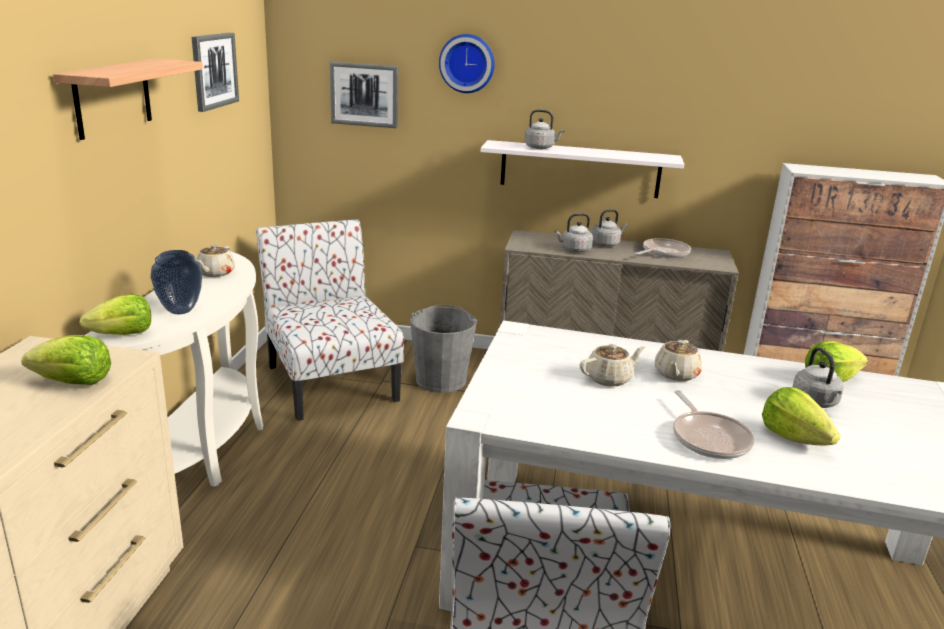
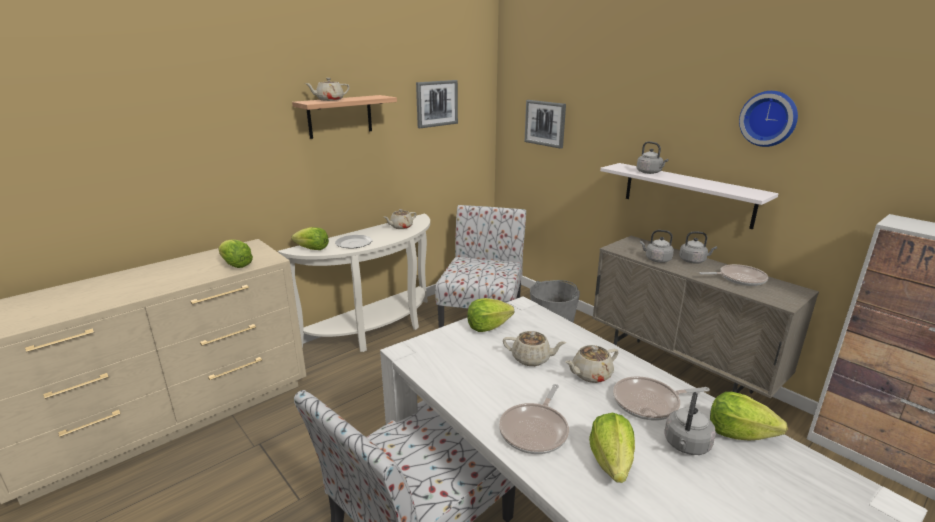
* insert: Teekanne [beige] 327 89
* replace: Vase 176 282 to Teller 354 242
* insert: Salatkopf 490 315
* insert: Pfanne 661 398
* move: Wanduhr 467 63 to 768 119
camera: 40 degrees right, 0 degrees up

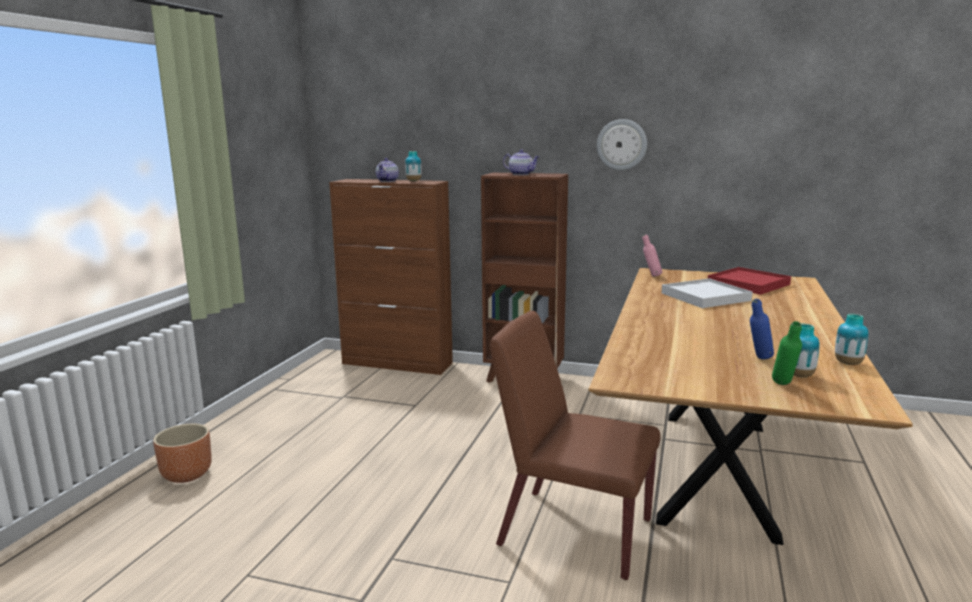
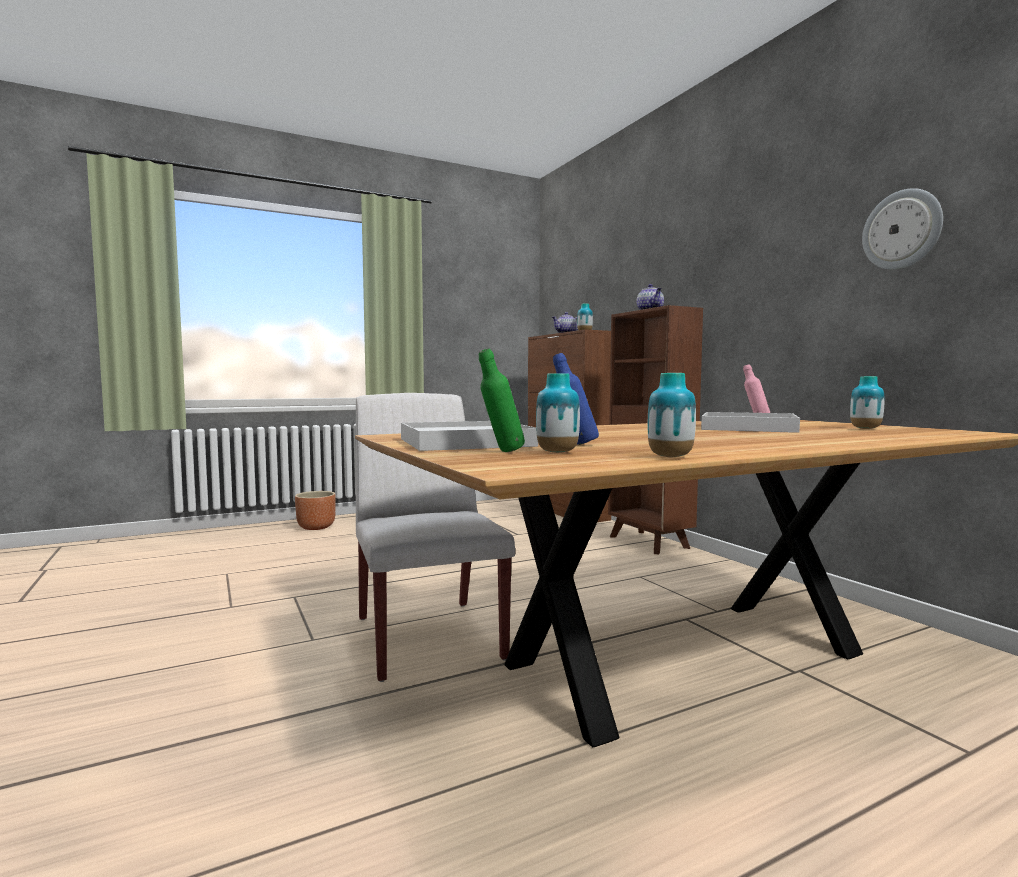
* recolor: Stuhl [braun] 575 445 to Stuhl [weiß] 435 537
* insert: Tablett [weiß] 469 436
* replace: Tablett [rot] 749 281 to Vase 867 402
* move: Wanduhr 622 144 to 902 229
camera: 45 degrees right, 10 degrees down

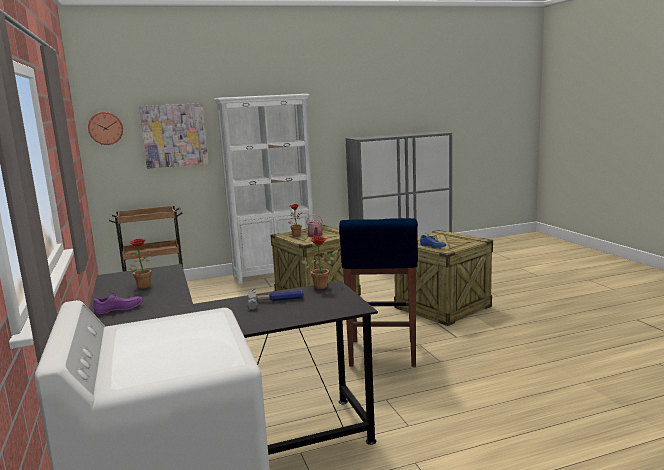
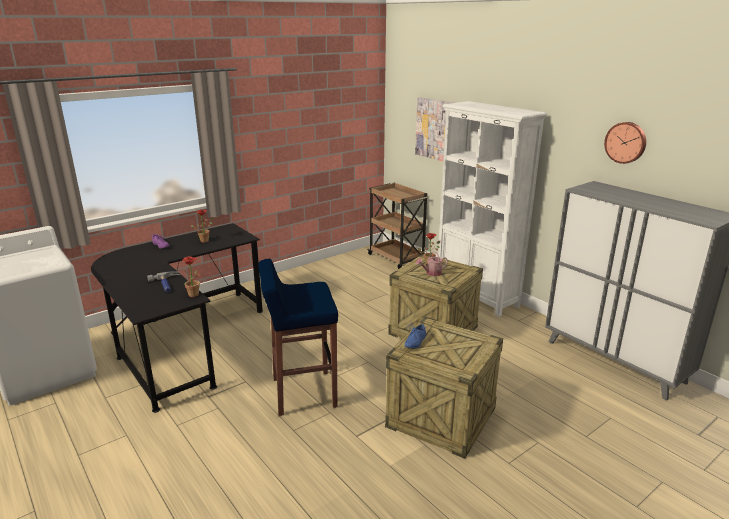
* move: Wanduhr 105 128 to 625 143
camera: 70 degrees right, 10 degrees up

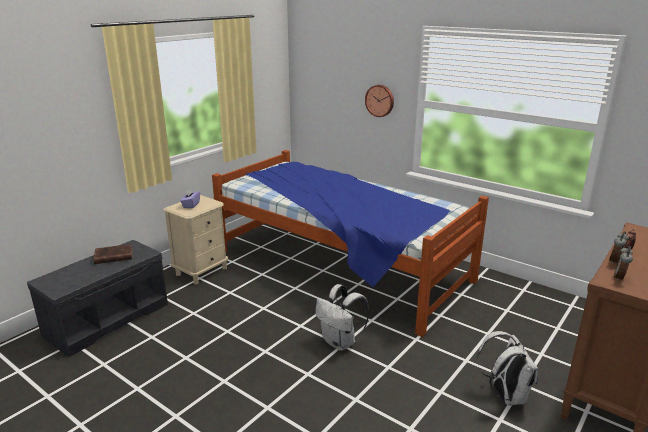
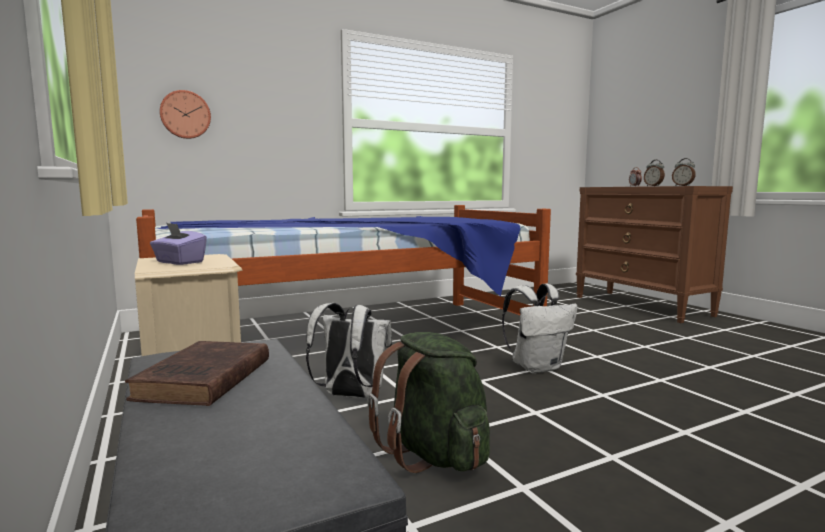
* move: Wanduhr 379 101 to 185 114
* move: Rucksack [weiß] 508 368 to 349 350
* insert: Rucksack [grün] 428 402
camera: 65 degrees left, 15 degrees down

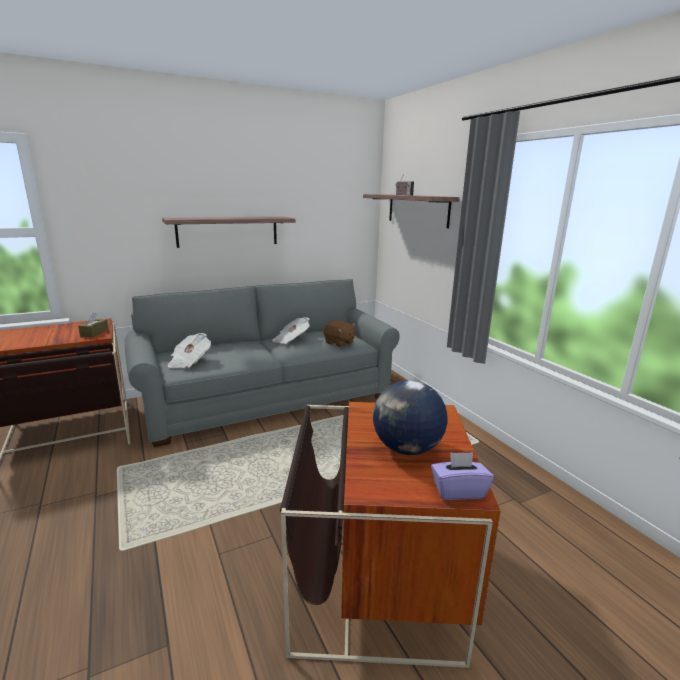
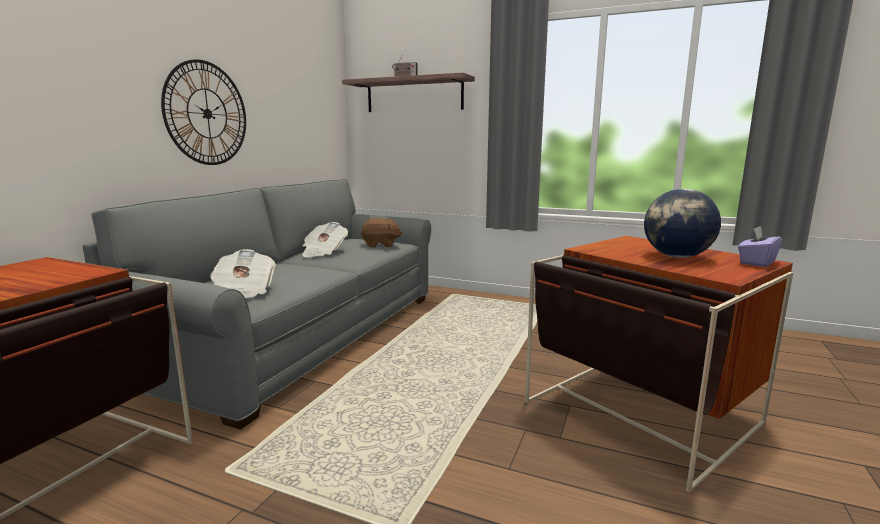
* replace: Wandregal 228 232 to Wanduhr 203 112
* delete: Taschentuchbox [braun] 93 324
camera: 40 degrees left, 5 degrees down

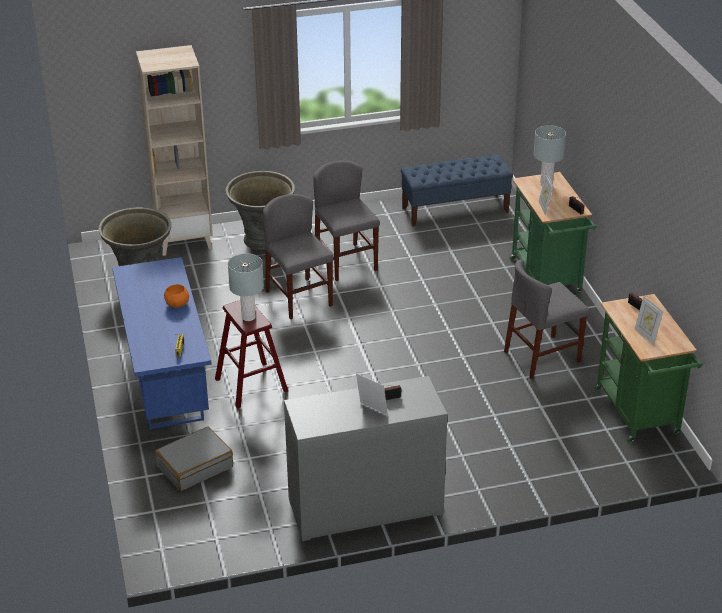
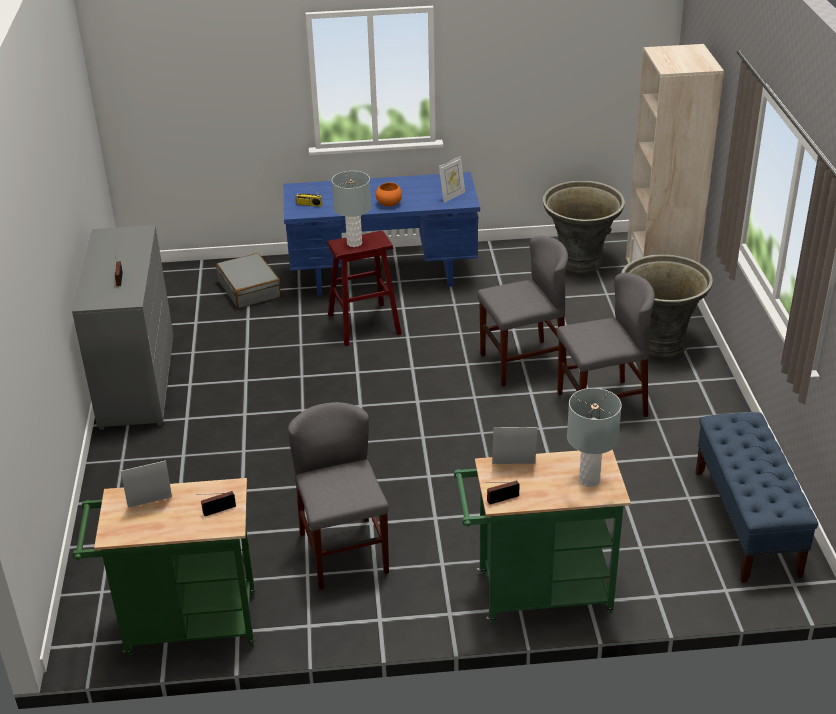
* move: Bilderrahmen 372 394 to 452 179
camera: 100 degrees right, 0 degrees up

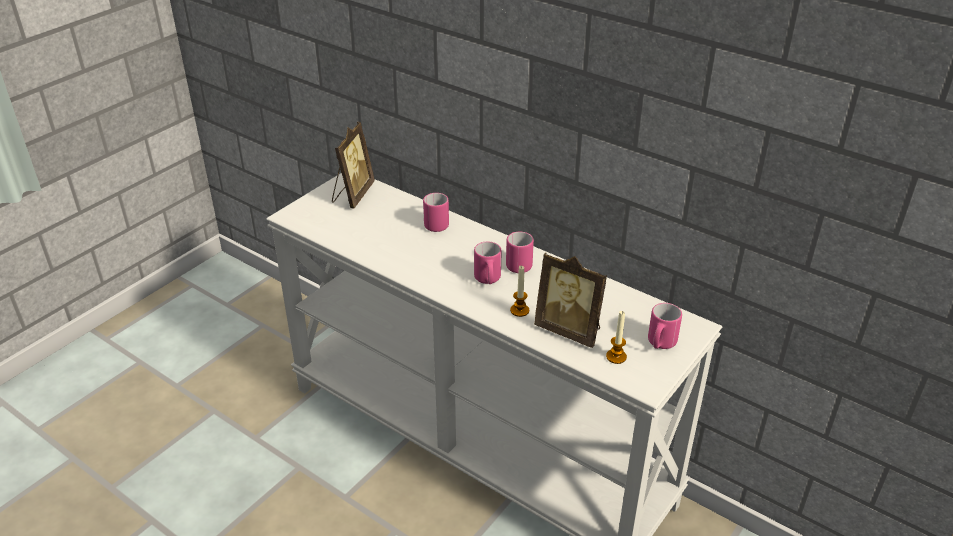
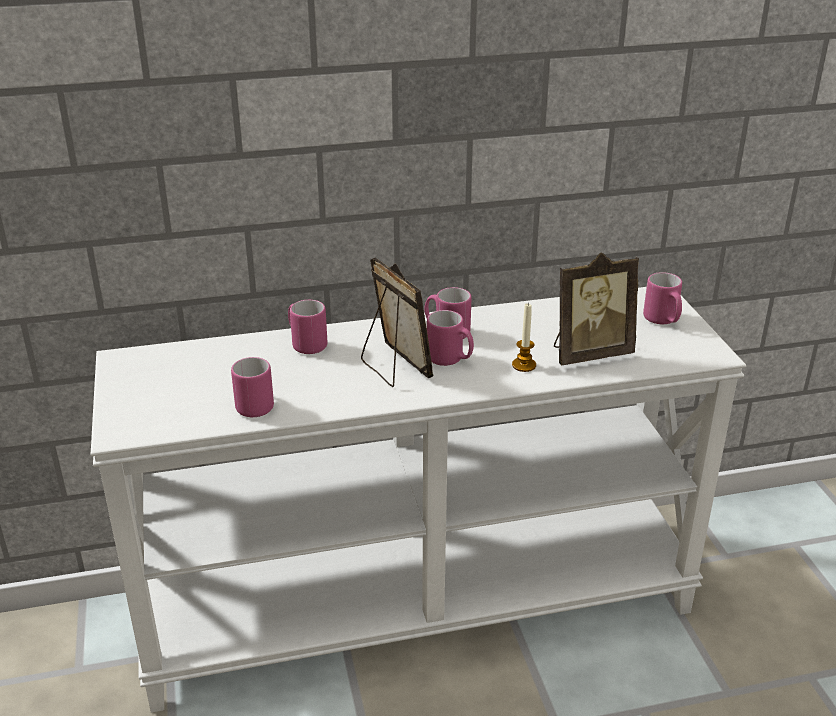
* insert: Henkelbecher [rosa] 252 387
* move: Bilderrahmen 353 165 to 397 322
* delete: Kerze 616 337
camera: 50 degrees left, 5 degrees down

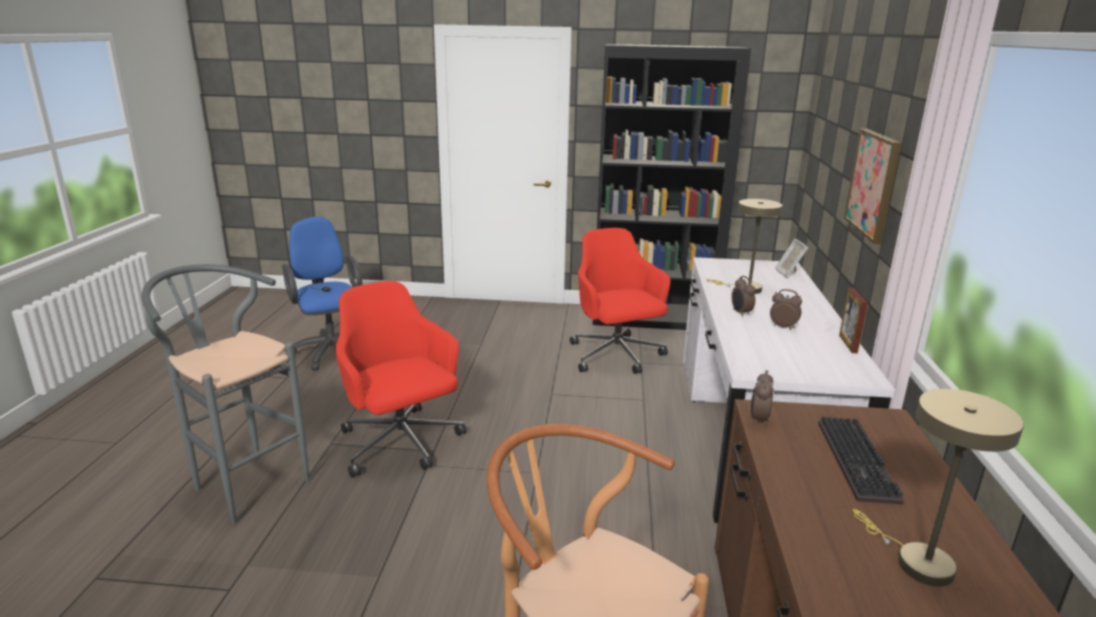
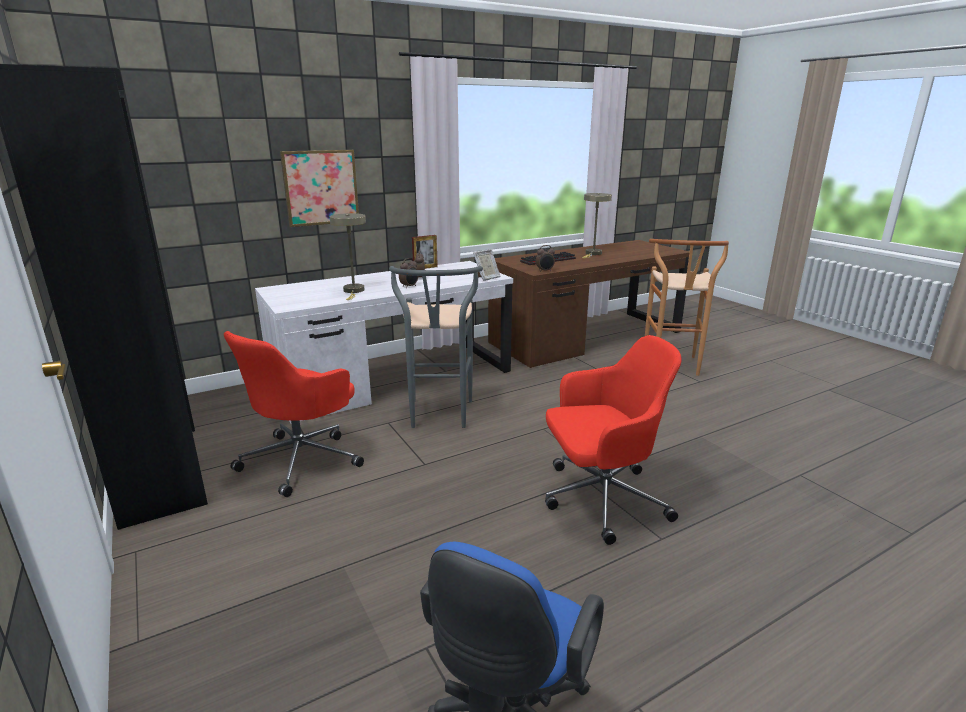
* move: Hocker [grau] 225 394 to 436 347
* move: Bilderrahmen 791 258 to 486 265
* rotate: Bürostuhl [rot] 401 379 = 613 440 120 degrees counterclockwise
camera: 125 degrees left, 0 degrees up

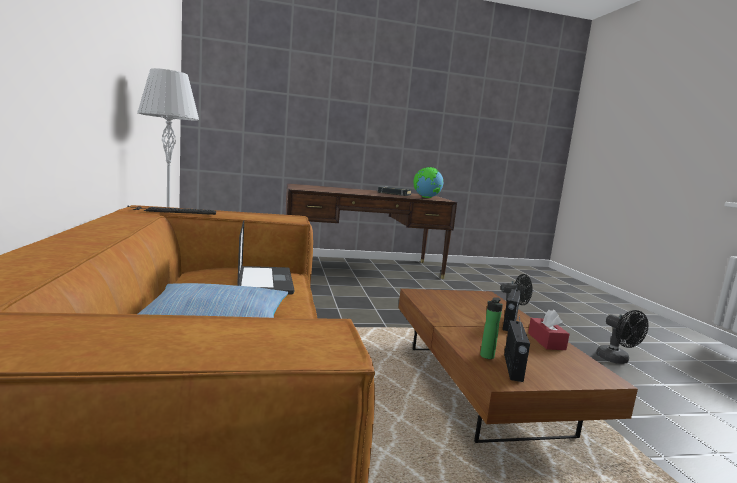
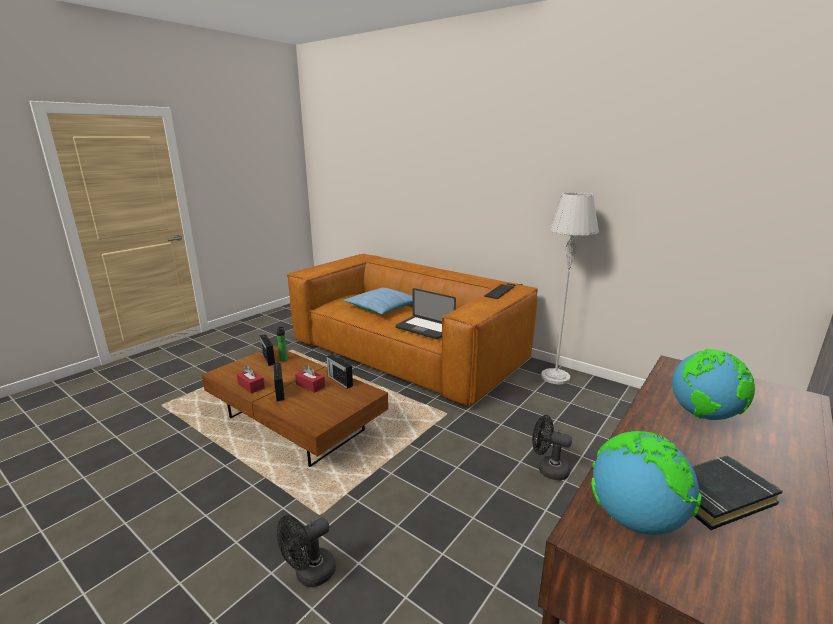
* insert: Taschentuchbox [rot] 310 379
* insert: Radio 339 371
* move: Ventilator [schwarz] 622 337 to 552 448
* insert: Globus 713 384
camera: 140 degrees right, 10 degrees up

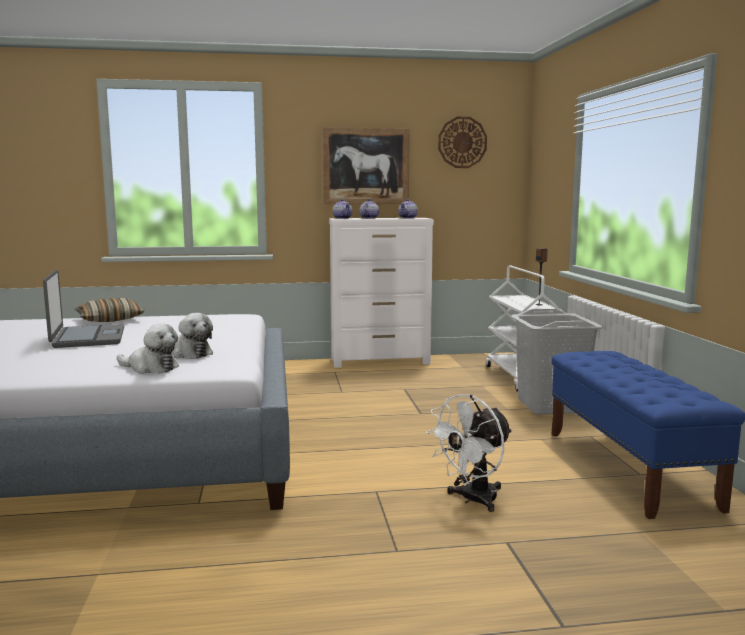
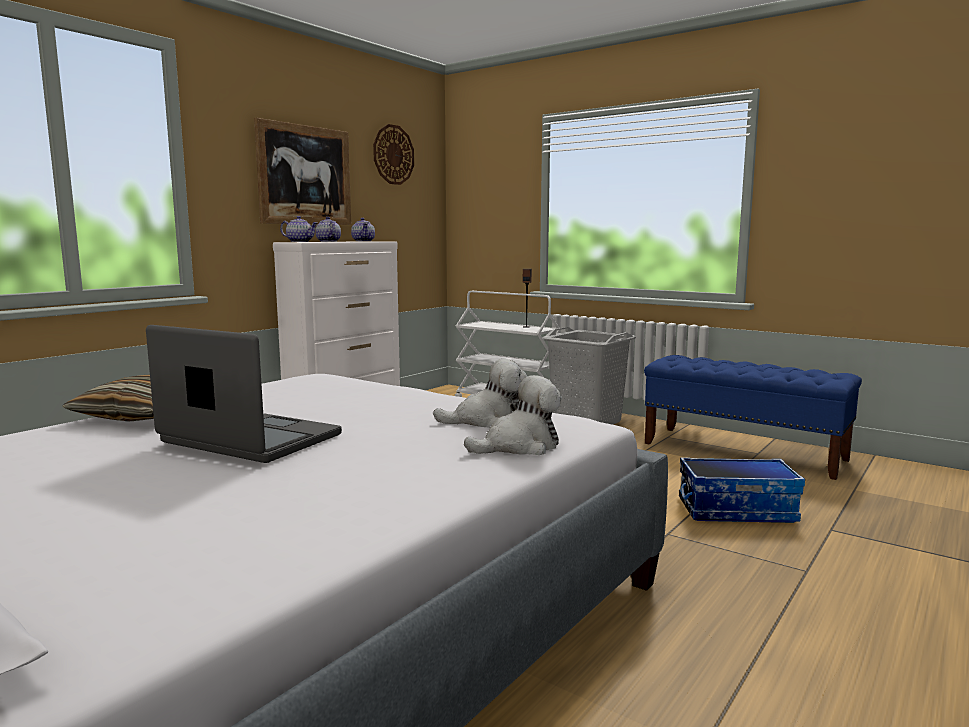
* replace: Ventilator [weiß] 469 453 to Aufbewahrungsbox 742 490
camera: 45 degrees left, 0 degrees up

